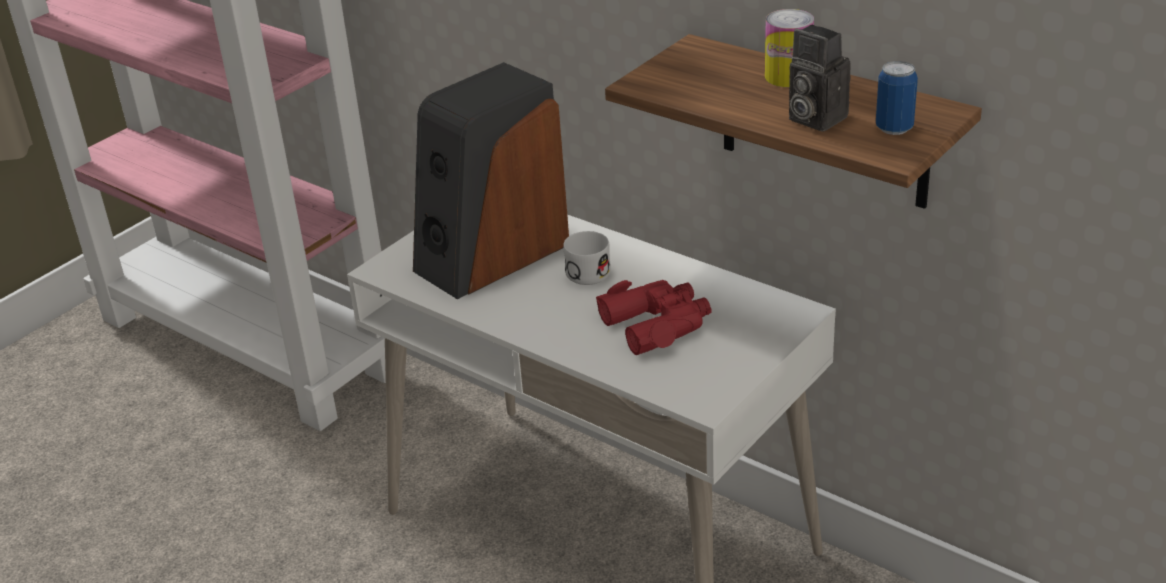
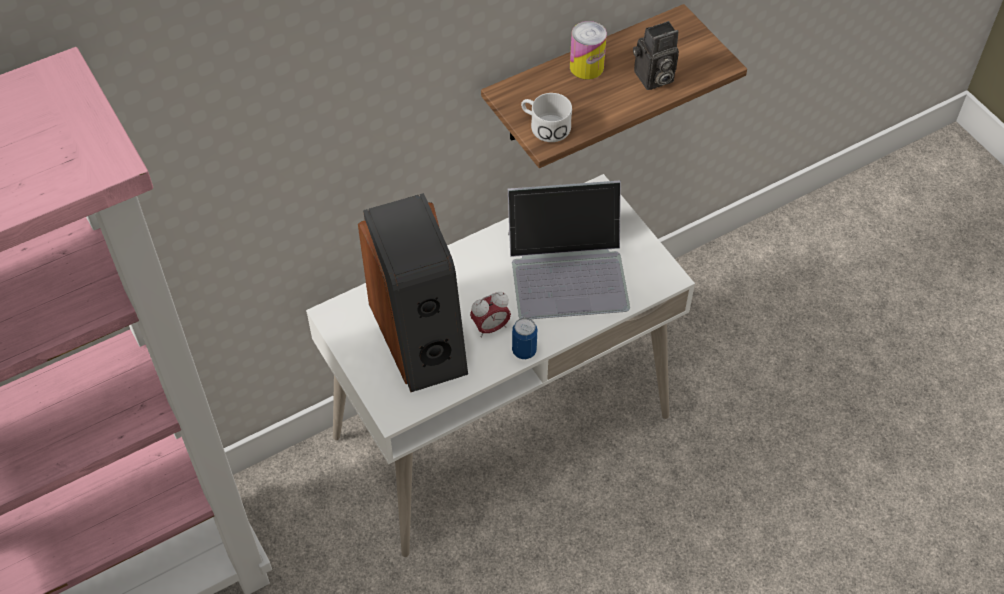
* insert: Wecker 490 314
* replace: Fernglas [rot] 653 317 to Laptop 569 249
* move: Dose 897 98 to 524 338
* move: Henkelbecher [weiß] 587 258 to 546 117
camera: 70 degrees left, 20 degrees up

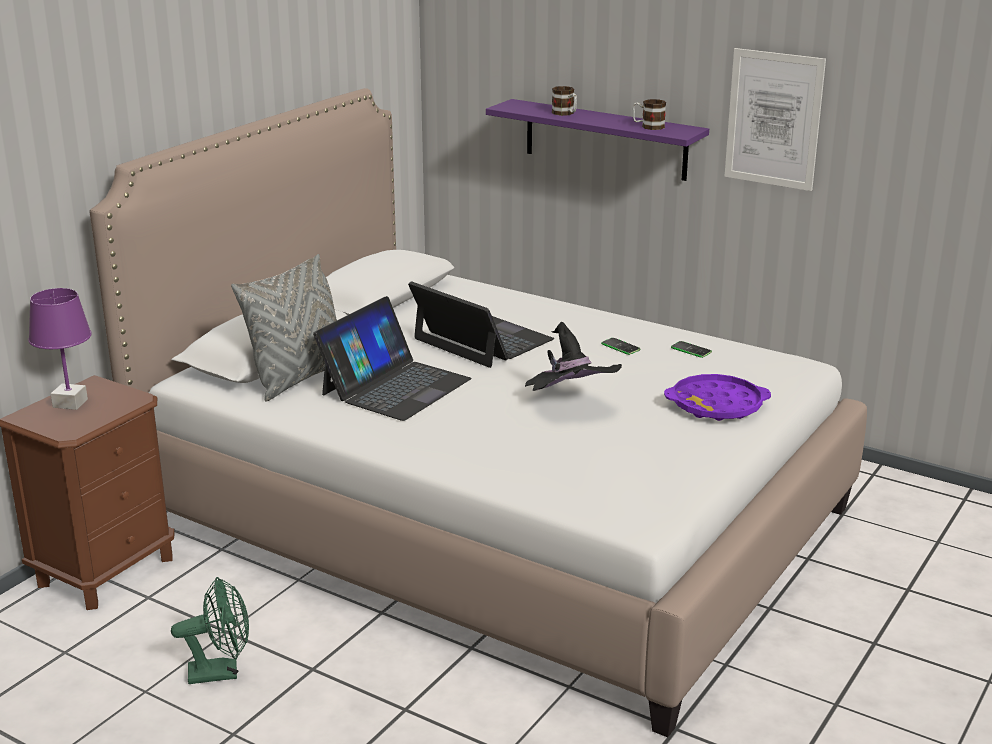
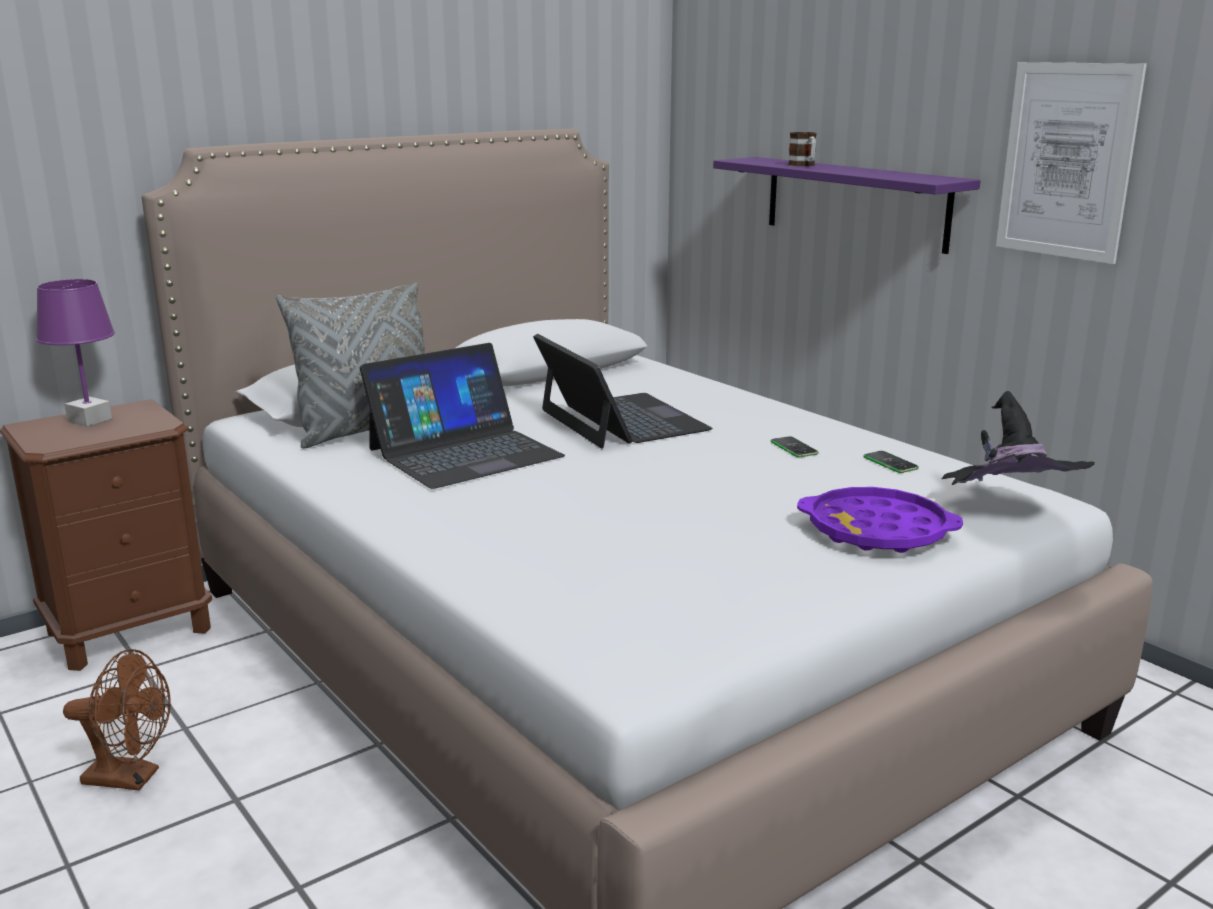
* recolor: Ventilator [grün] 210 630 to Ventilator [braun] 117 720
* move: Hut [schwarz] 573 356 to 1018 438
* delete: Henkelbecher 649 114
camera: 20 degrees right, 5 degrees down

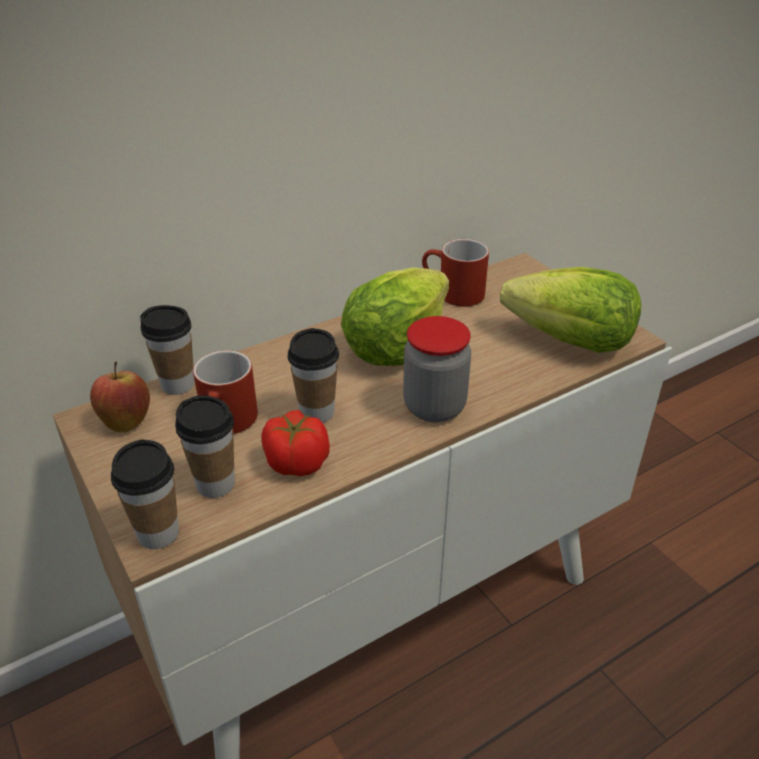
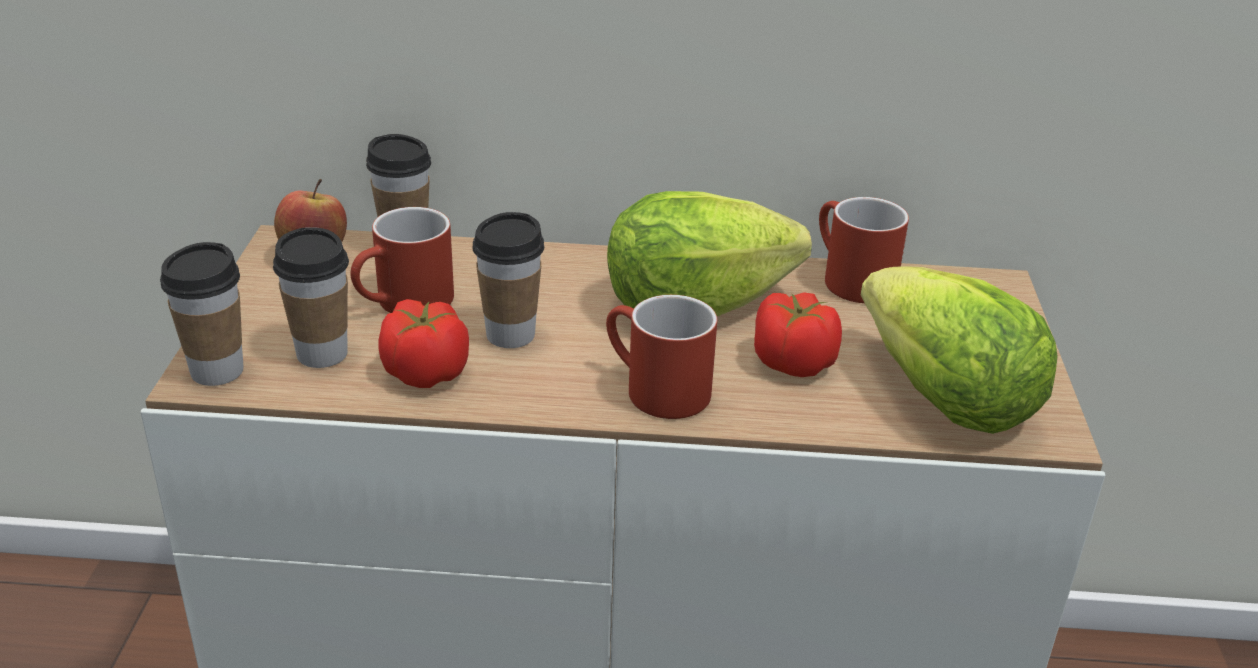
* replace: Vorratsglas 437 369 to Henkelbecher [rot] 661 357
* insert: Tomate 798 334
camera: 35 degrees right, 5 degrees down

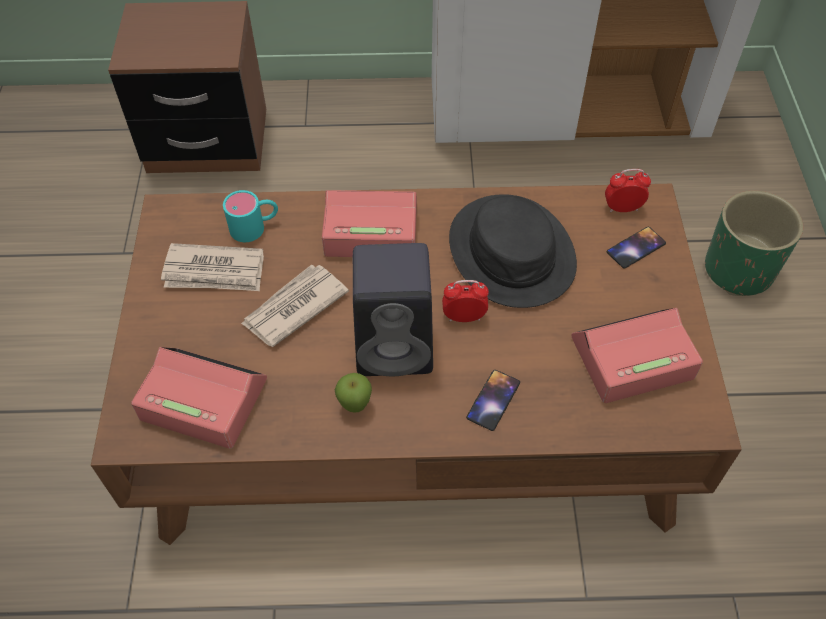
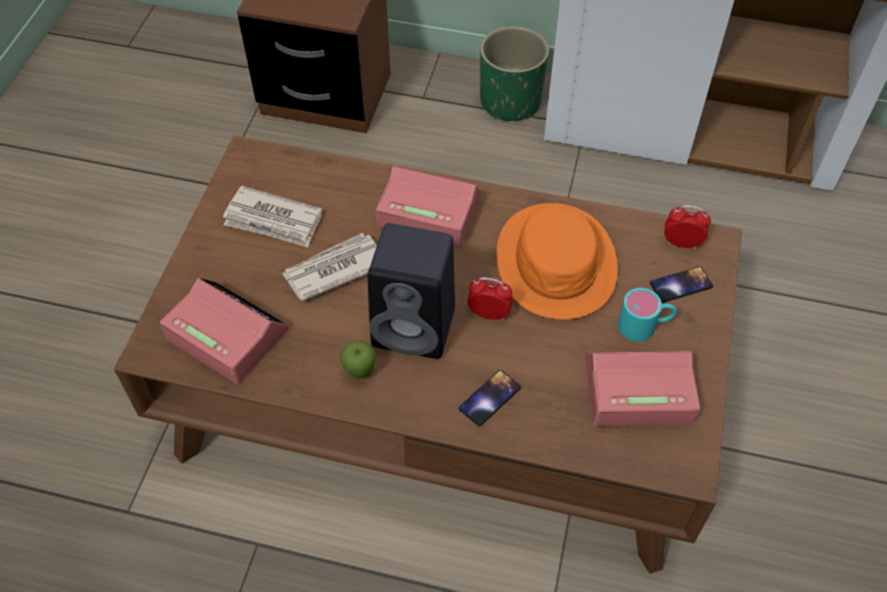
* move: Pflanzkübel [grün] 754 243 to 514 73
* recolor: Hut [schwarz] 513 251 to Hut [orange] 557 261
* move: Henkelbecher [türkis] 250 216 to 647 315
camera: 15 degrees right, 0 degrees up

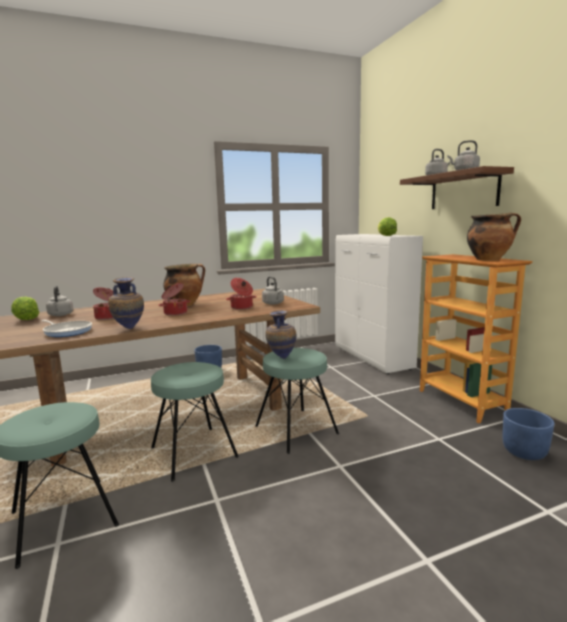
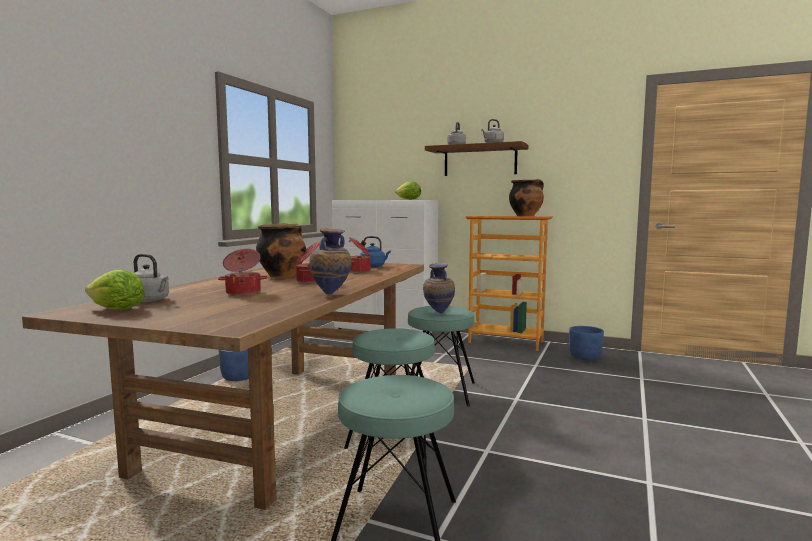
* recolor: Wasserkessel [grau] 273 290 to Wasserkessel [blau] 375 251
* delete: Pfanne 66 328
camera: 45 degrees left, 5 degrees down

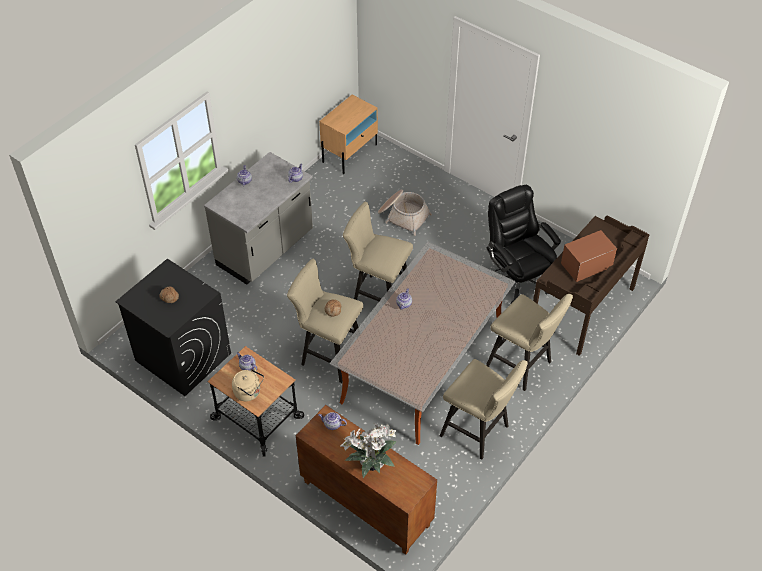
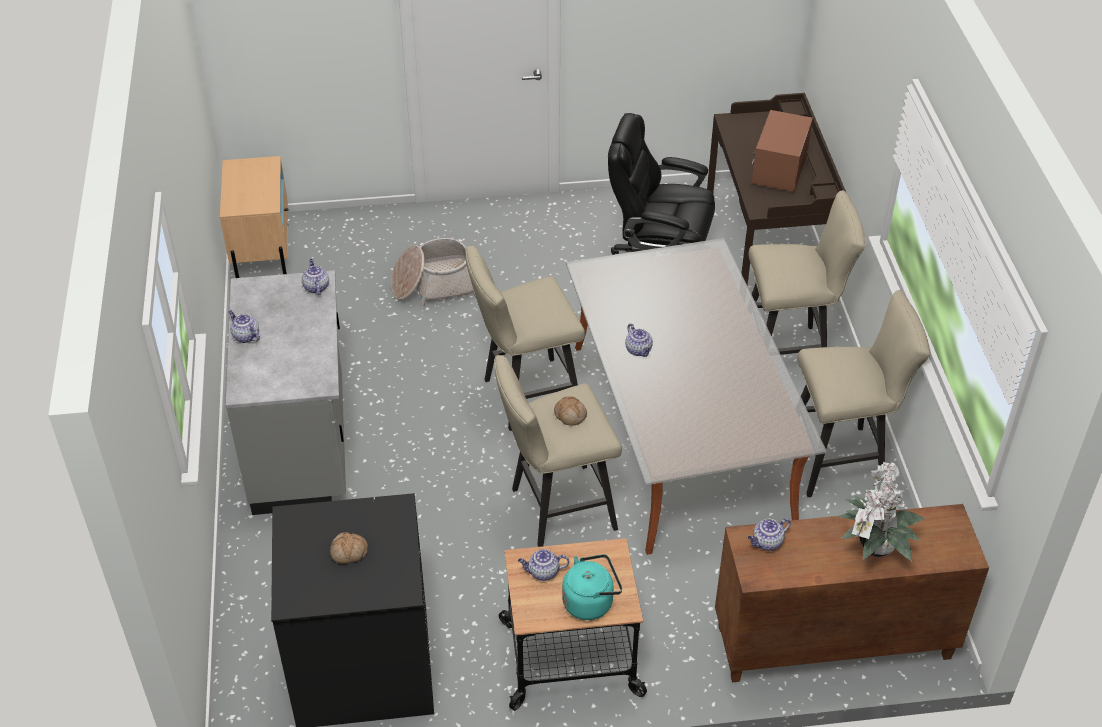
* recolor: Wasserkessel [beige] 248 384 to Wasserkessel [türkis] 592 587
camera: 45 degrees left, 5 degrees down

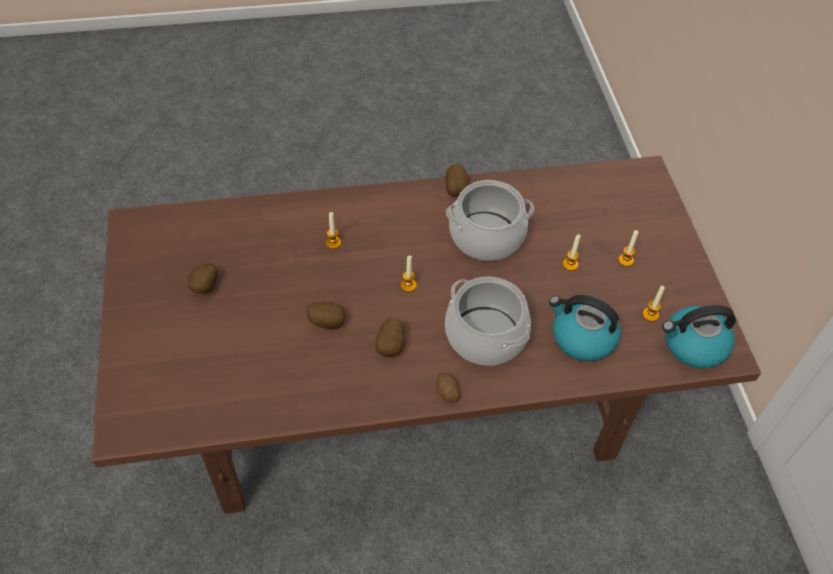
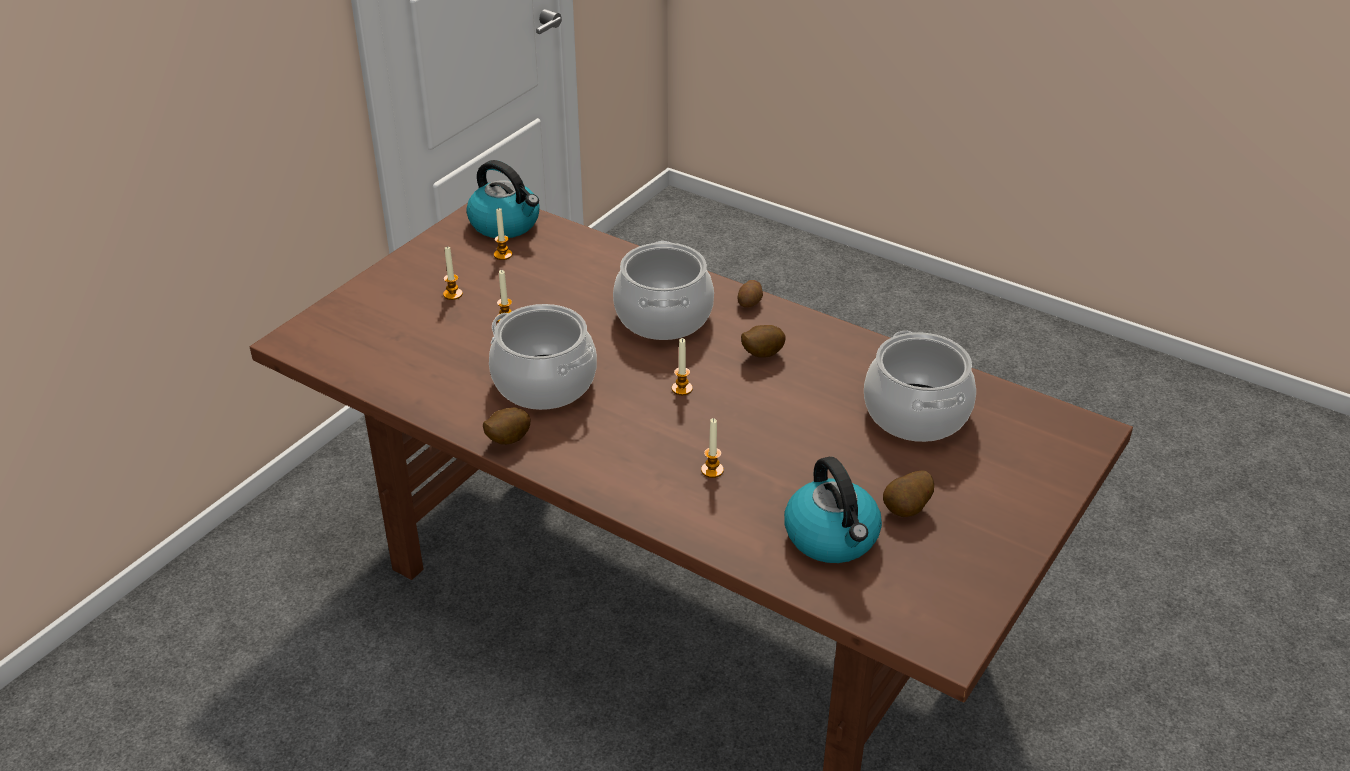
* move: Wasserkessel 585 328 to 833 510
* insert: Kochtopf 920 386
* delete: Kartoffel 325 315
camera: 135 degrees left, 15 degrees down

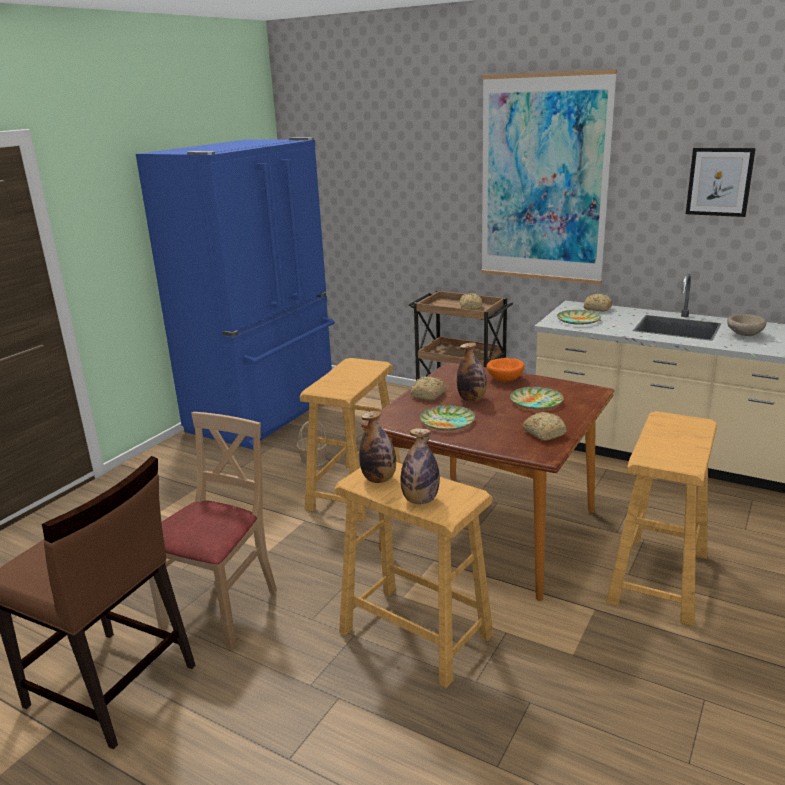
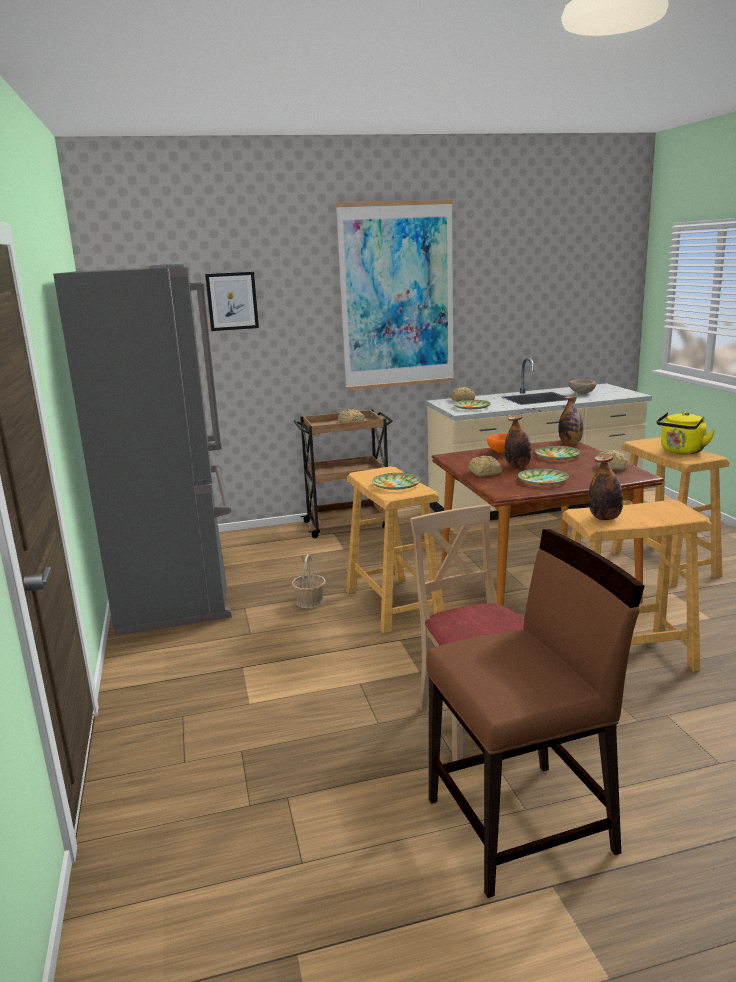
* recolor: Kühlschrank [blau] 235 293 to Kühlschrank [grau] 142 450
* move: Bild 721 182 to 232 301
* insert: Teller 396 481
* move: Flasche 420 466 to 570 420
* insert: Wasserkessel [gelb] 685 433
camera: 45 degrees left, 5 degrees down

